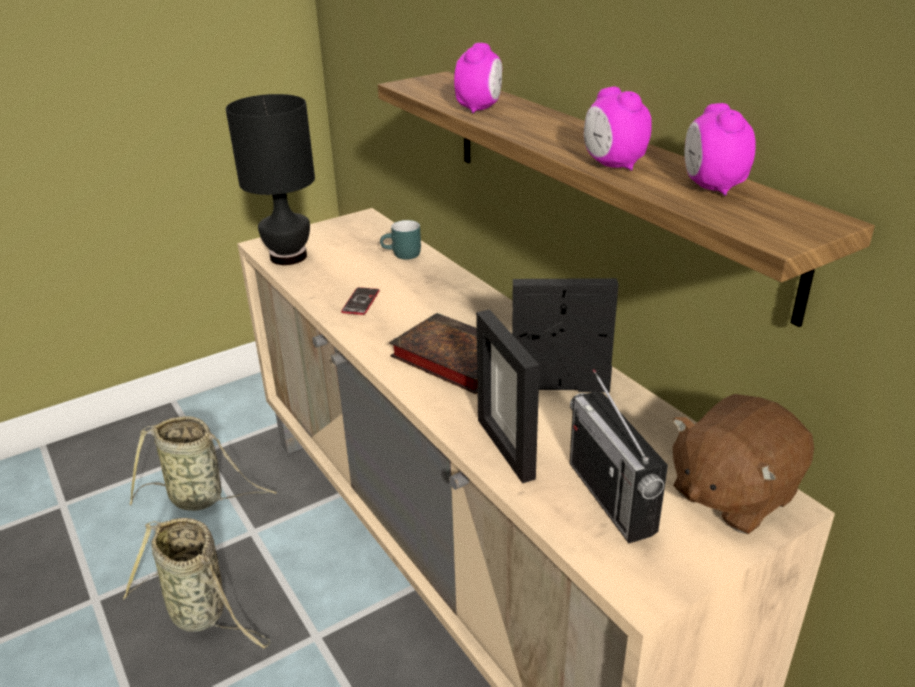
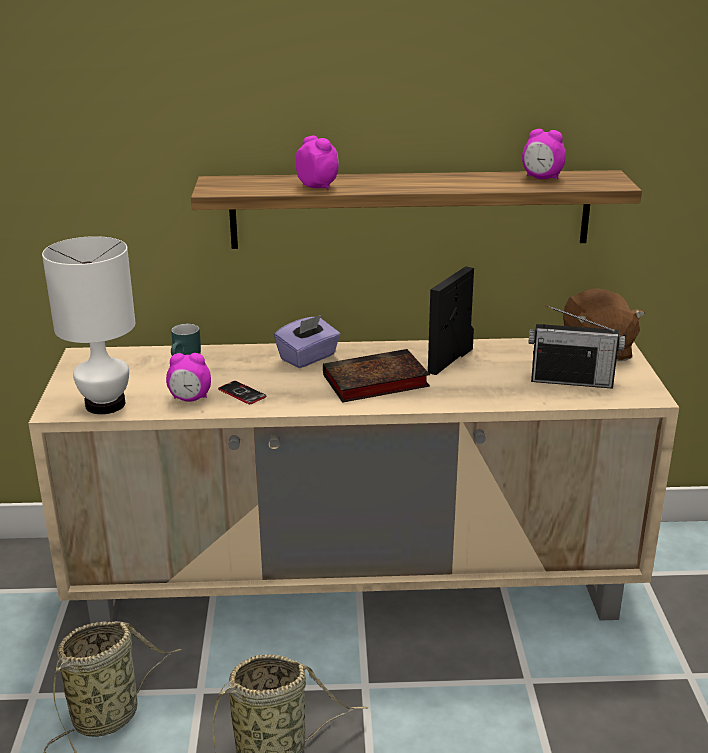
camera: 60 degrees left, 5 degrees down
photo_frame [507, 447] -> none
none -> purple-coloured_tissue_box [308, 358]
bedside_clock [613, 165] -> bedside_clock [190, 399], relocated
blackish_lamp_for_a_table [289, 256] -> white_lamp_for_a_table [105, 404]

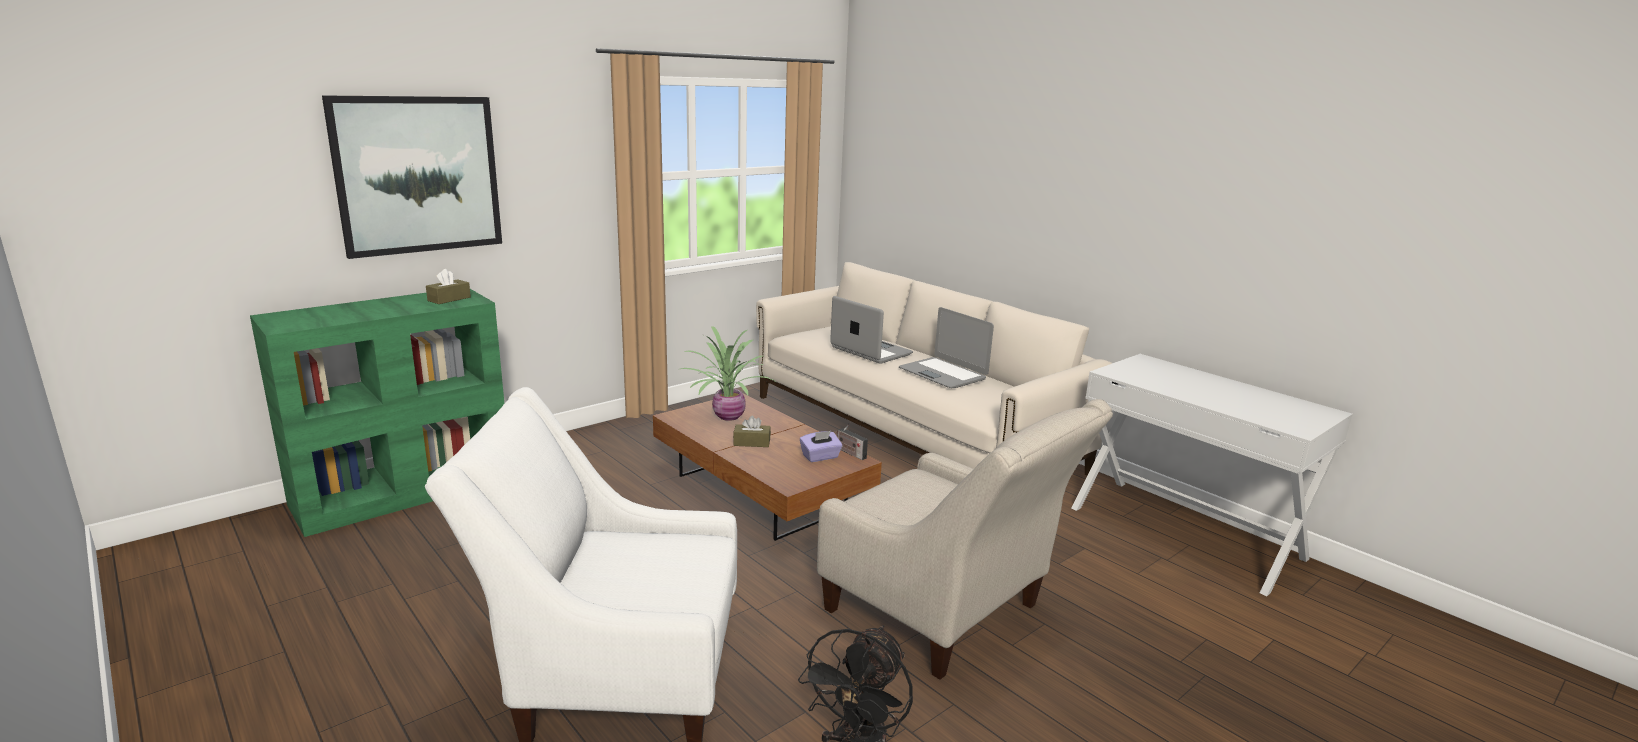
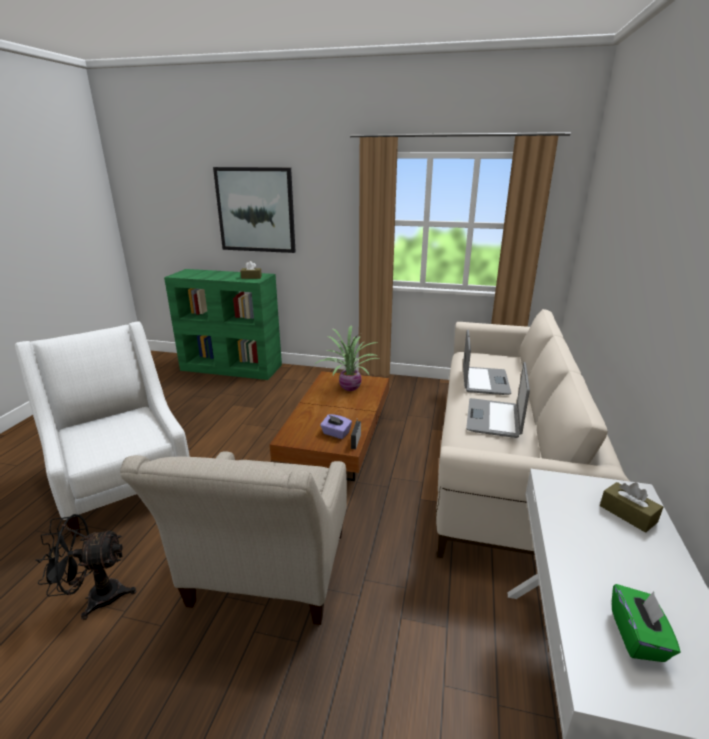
camera: 55 degrees right, 5 degrees up
none -> green-coloured_tissue_box [637, 636]
brownish_tissue_box [752, 442] -> brownish_tissue_box [628, 514], relocated

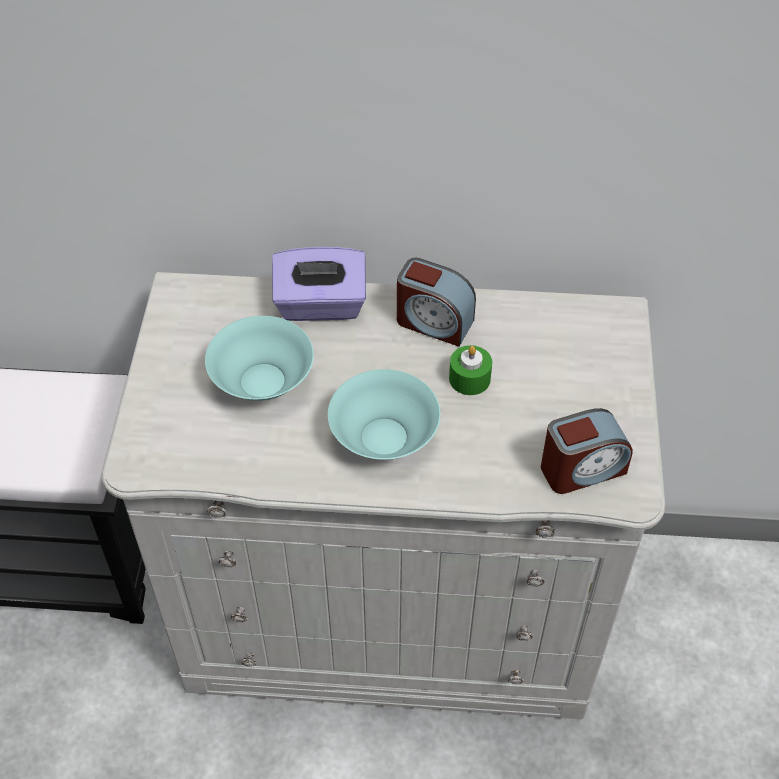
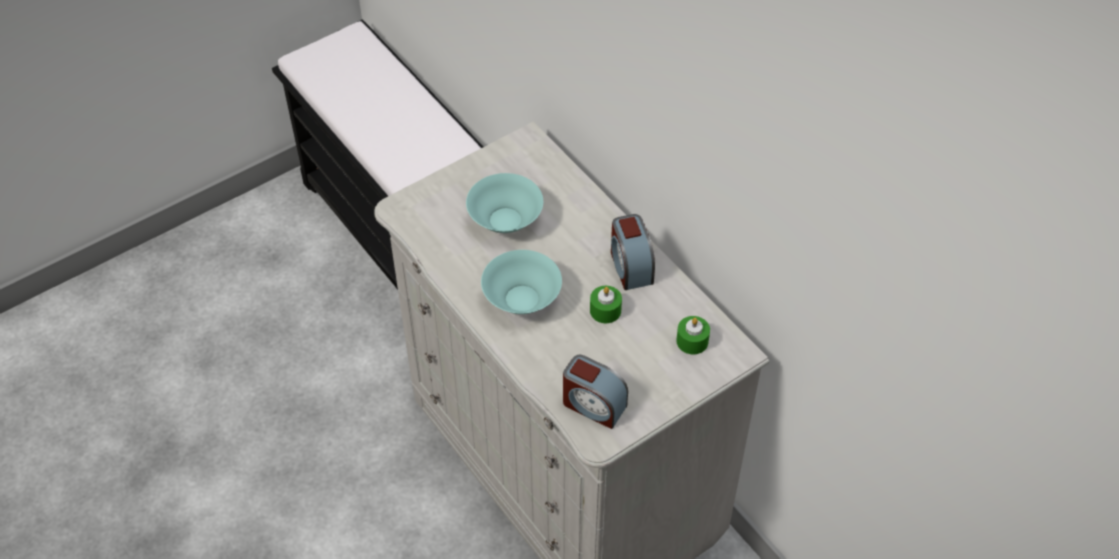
camera: 50 degrees right, 0 degrees up
purple-coloured_tissue_box [320, 305] -> none
none -> green-coloured_wax_light [692, 341]

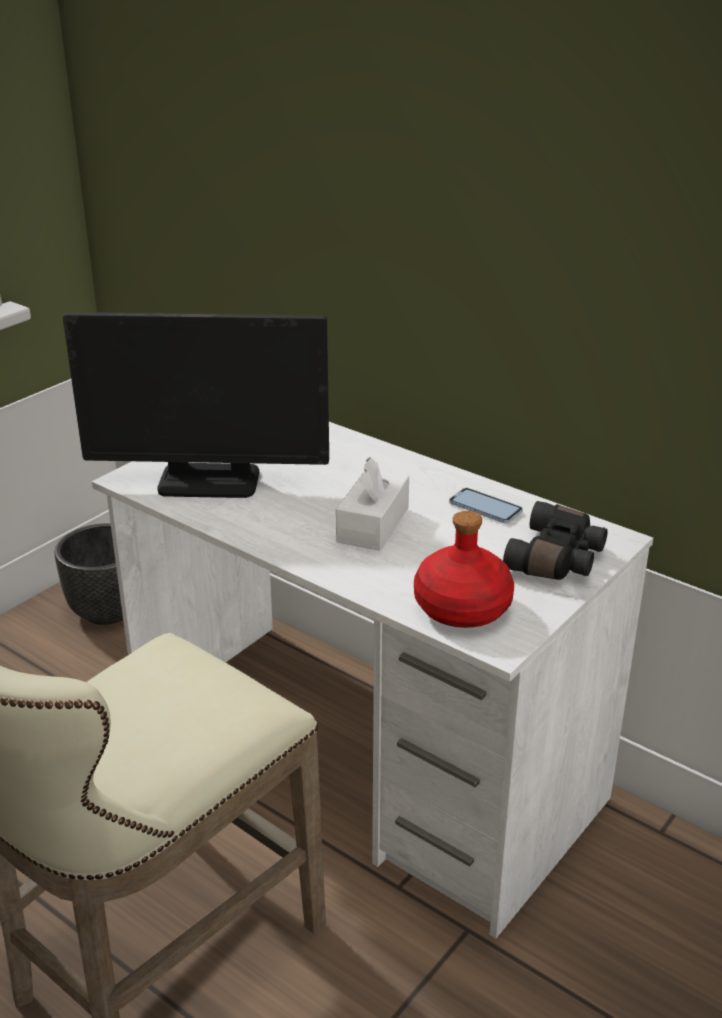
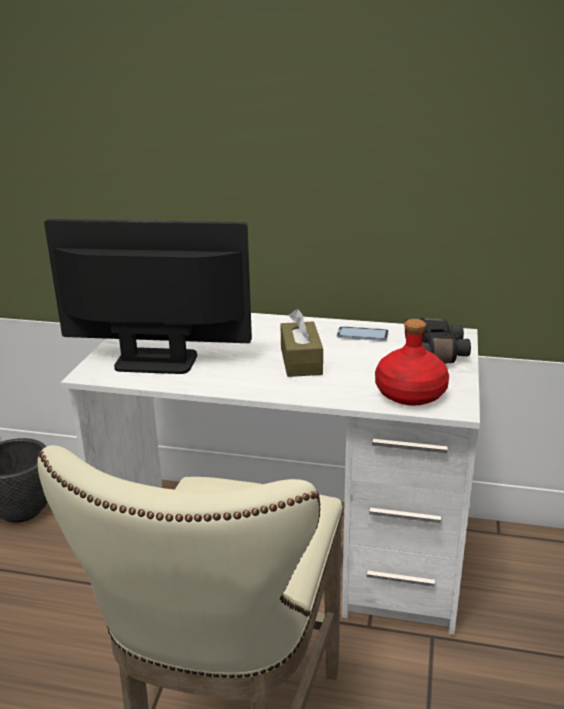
camera: 25 degrees left, 5 degrees down
white_tissue_box [373, 524] -> brownish_tissue_box [301, 361]
computer_display [209, 481] -> computer_display [156, 361], 150 degrees counterclockwise

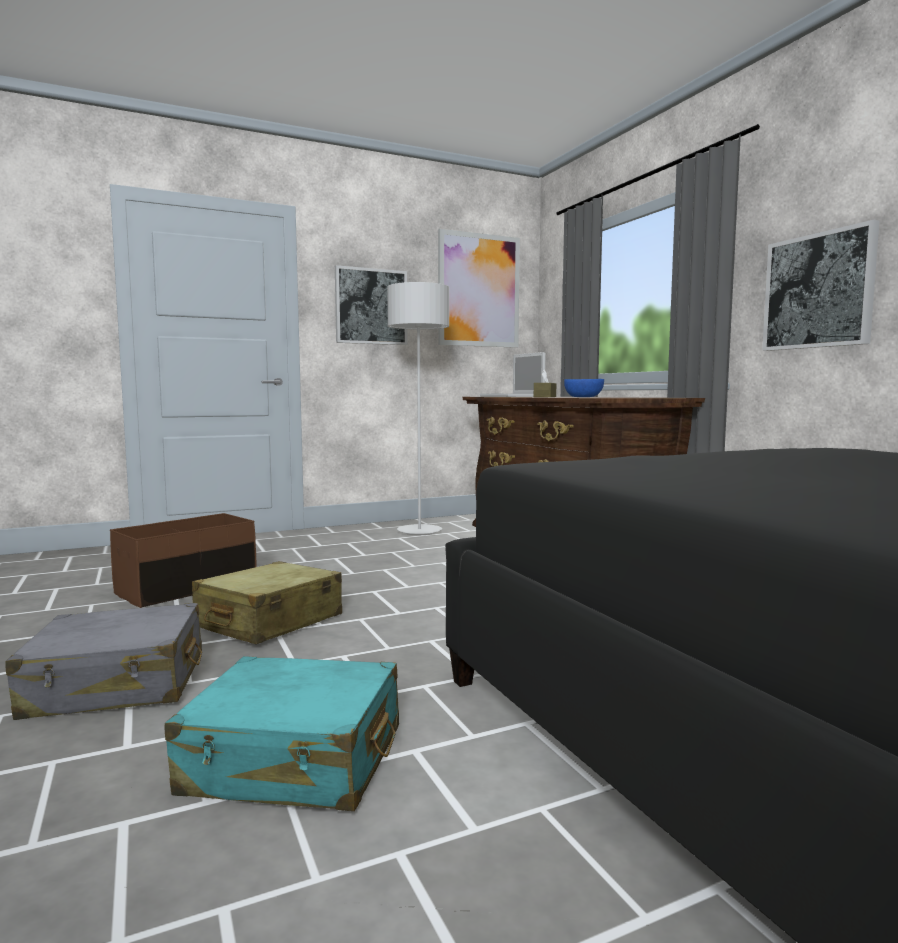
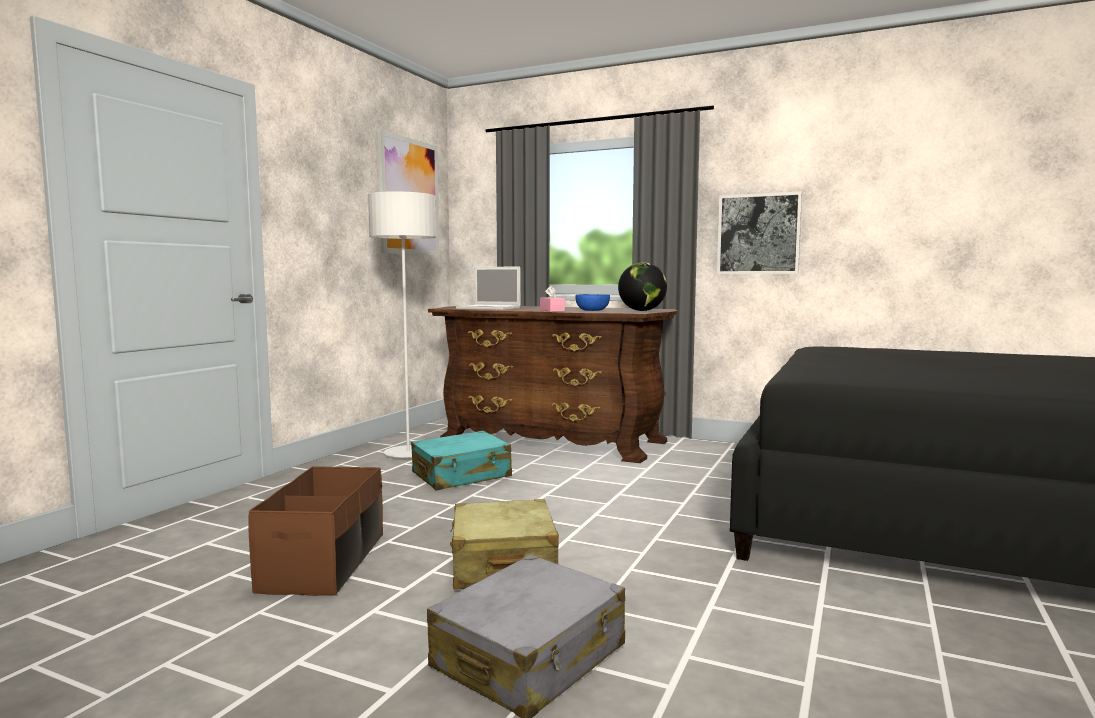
camera: 40 degrees left, 0 degrees up
wall_picture [371, 306] -> none
none -> world_globe [642, 310]
turquoise_suitcase [294, 761] -> turquoise_suitcase [462, 475], relocated
brownish_tissue_box [545, 397] -> pinkish_tissue_box [552, 310]

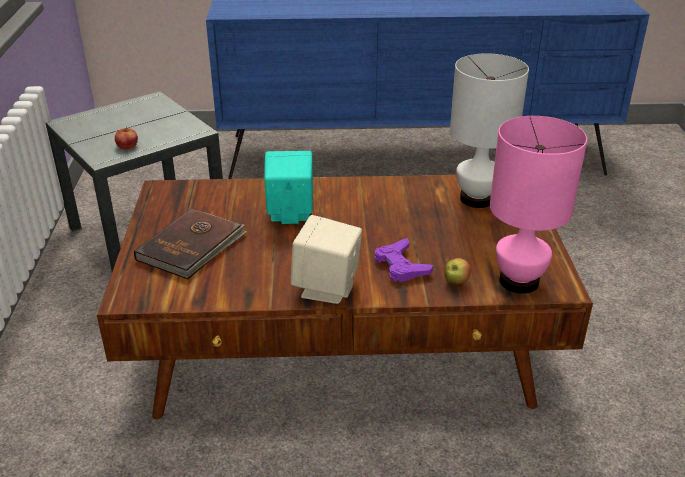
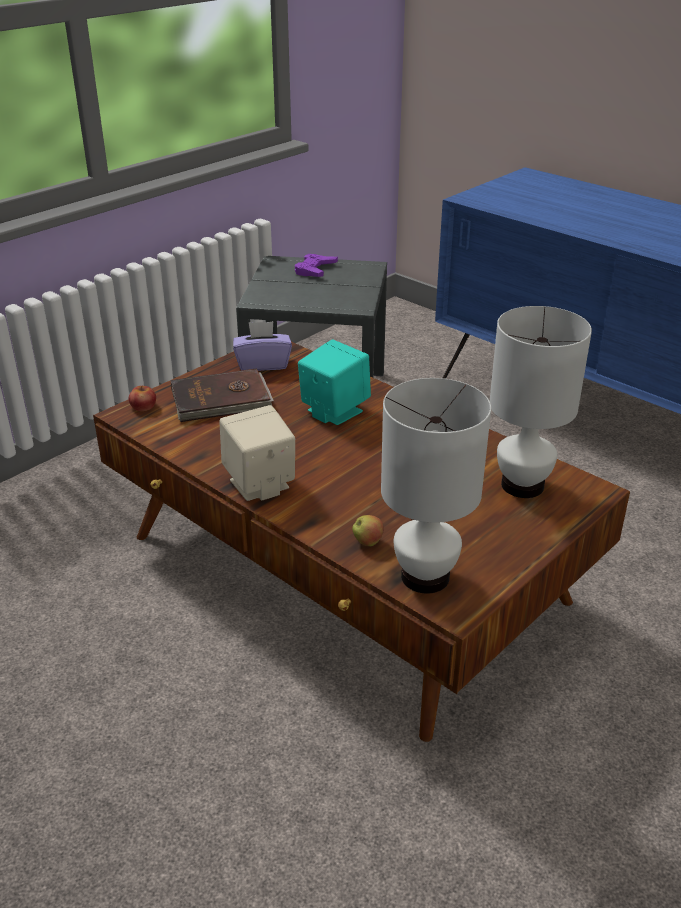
camera: 45 degrees right, 0 degrees up
none -> purple-coloured_tissue_box [263, 364]
apple_fruit [127, 146] -> apple_fruit [143, 406], relocated
purple-coloured_game_controller [401, 266] -> purple-coloured_game_controller [315, 270], relocated
pinkish_lamp_for_a_table [519, 282] -> white_lamp_for_a_table [424, 577]

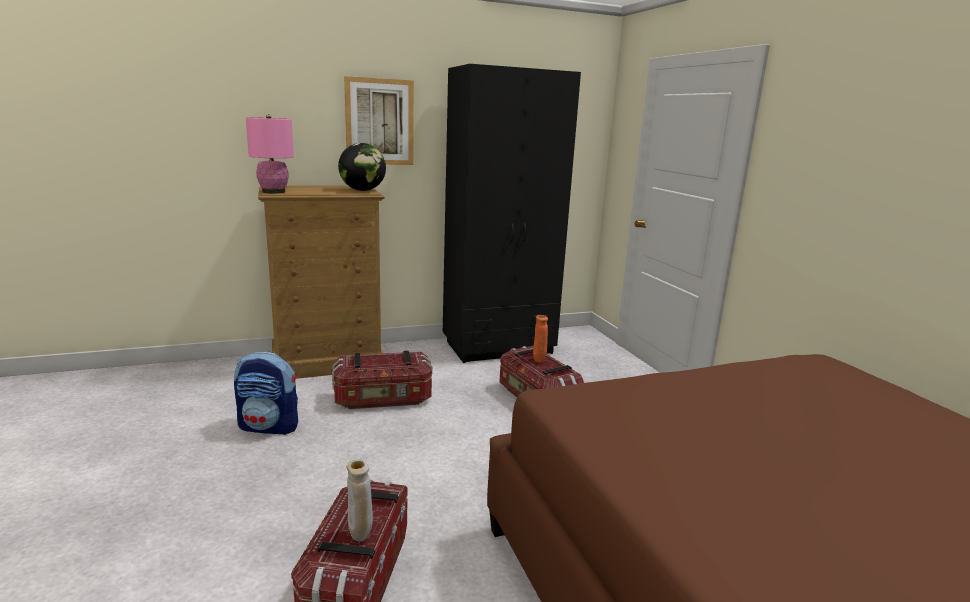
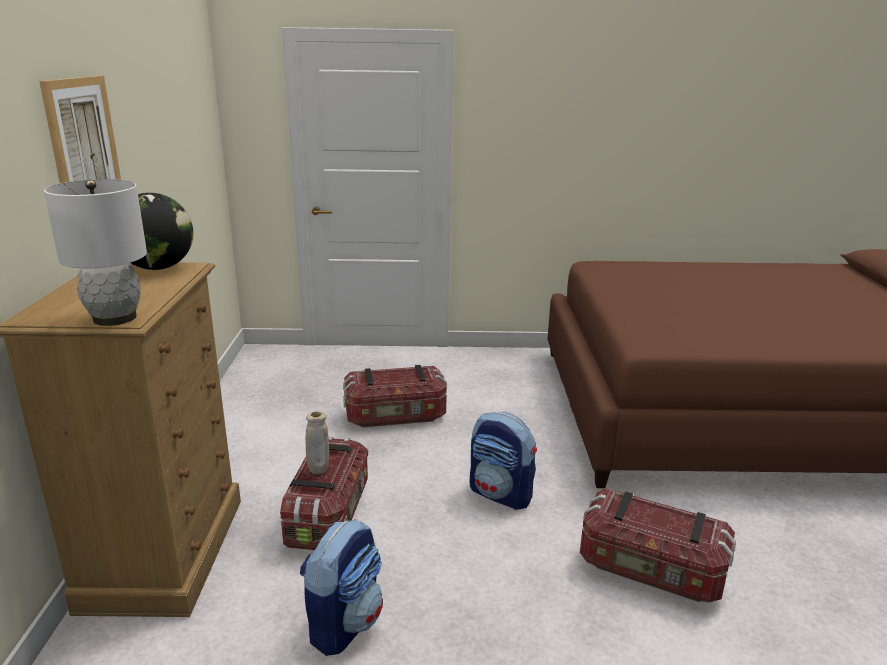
camera: 70 degrees left, 5 degrees up
blackish_clothes_cupboard [499, 347] -> none
orange_flower_vase [539, 361] -> none
none -> knapsack [501, 494]
sand-coloured_flower_vase [360, 536] -> sand-coloured_flower_vase [319, 471], relocated
pinkish_lamp_for_a_table [274, 192] -> white_lamp_for_a_table [115, 318]

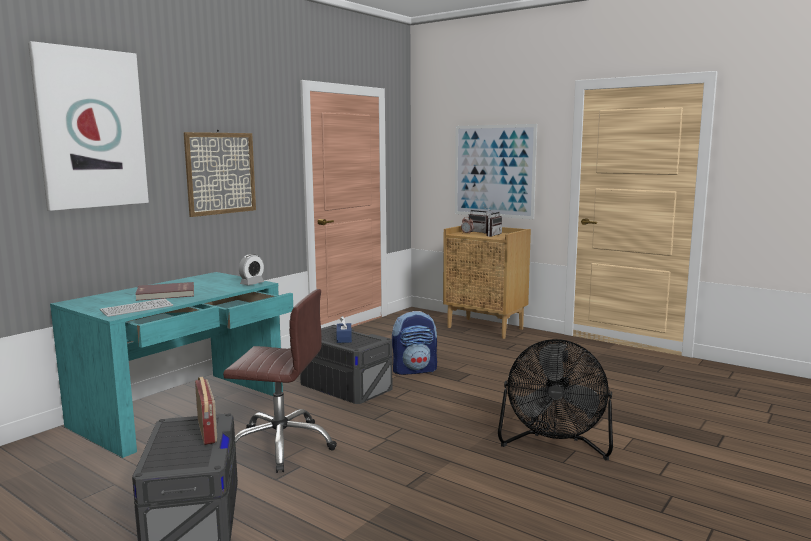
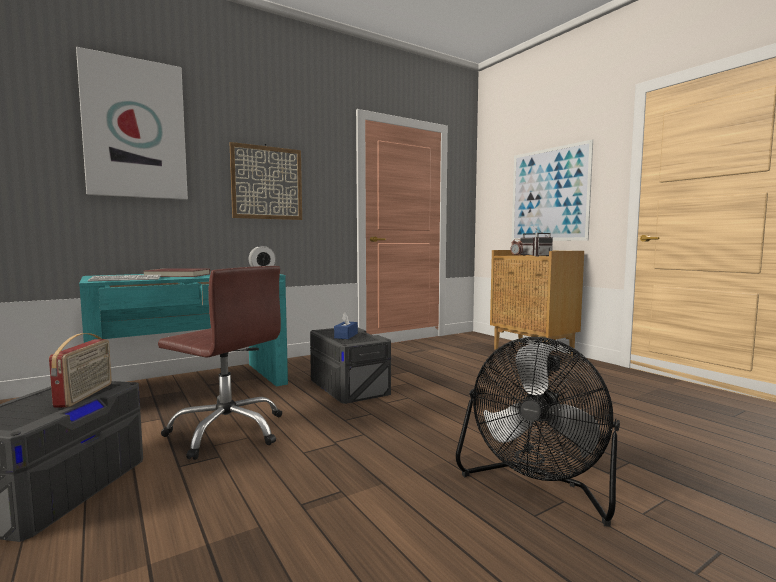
camera: 20 degrees right, 5 degrees down
knapsack [414, 370] -> none

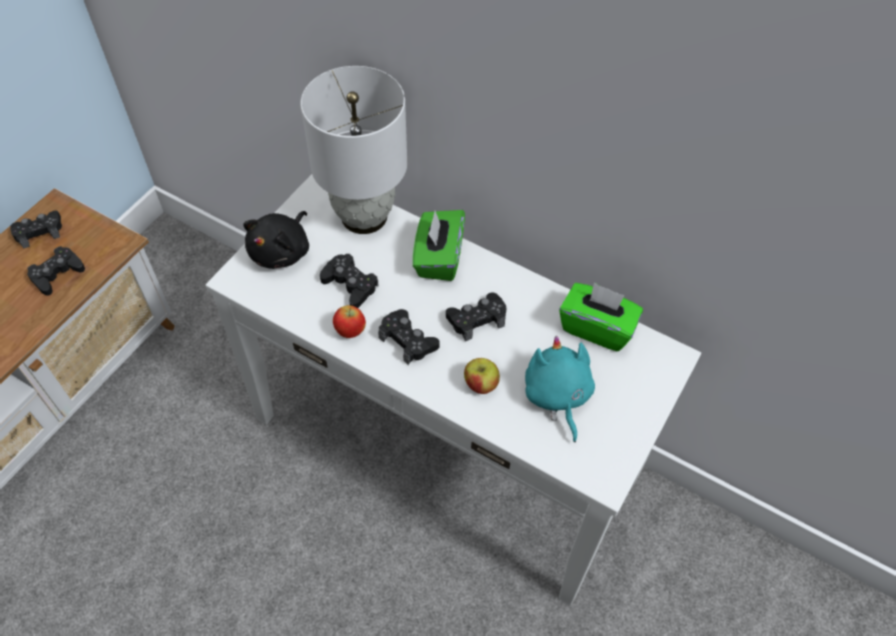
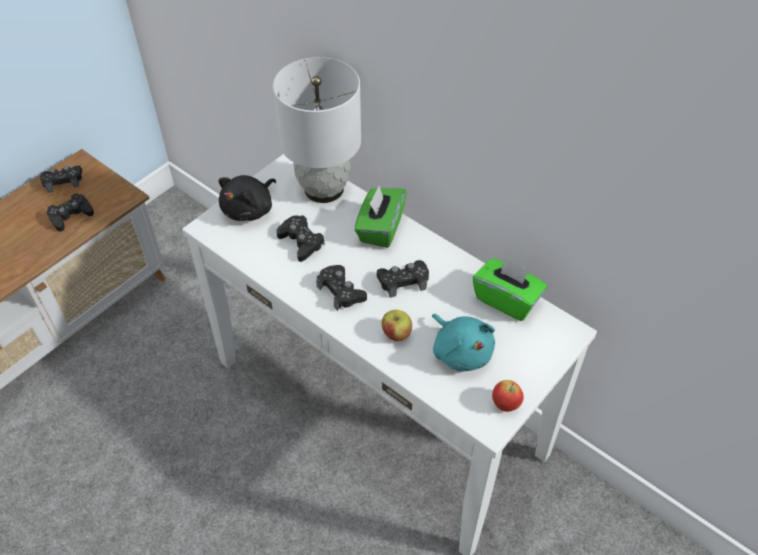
camera: 10 degrees right, 5 degrees down
apple_fruit [350, 331] -> apple_fruit [505, 404], relocated
turquoise_cuddly_toy [557, 396] -> turquoise_cuddly_toy [461, 351], 150 degrees clockwise

